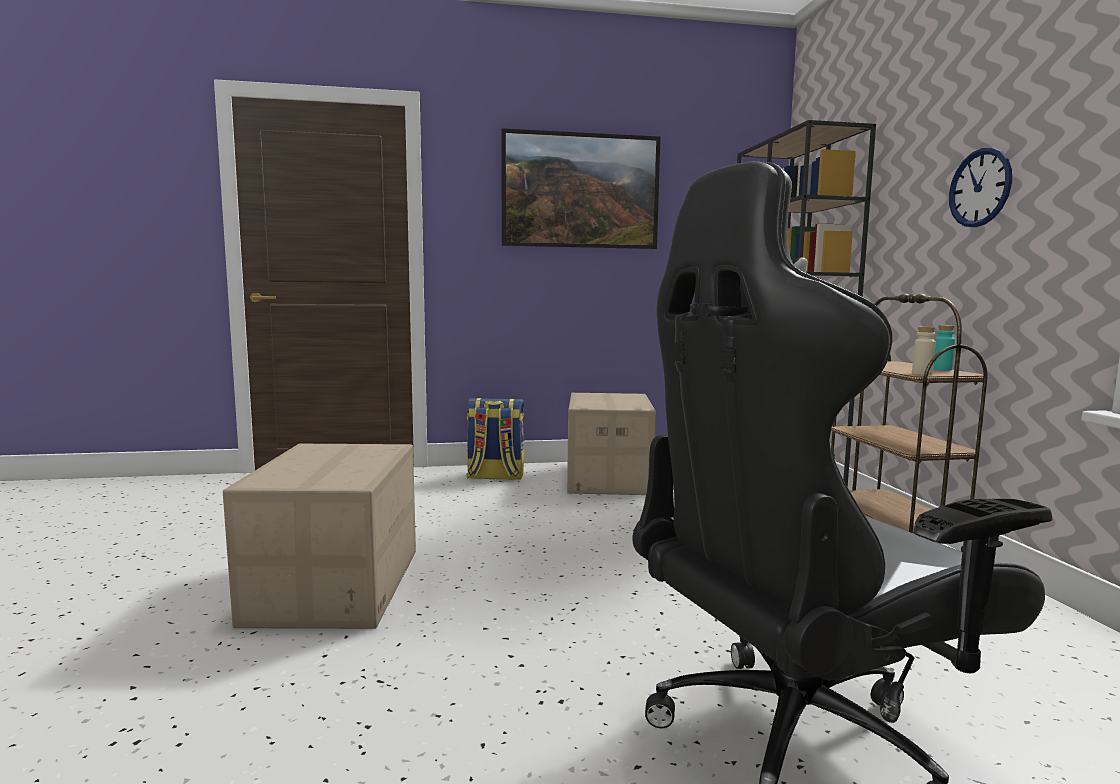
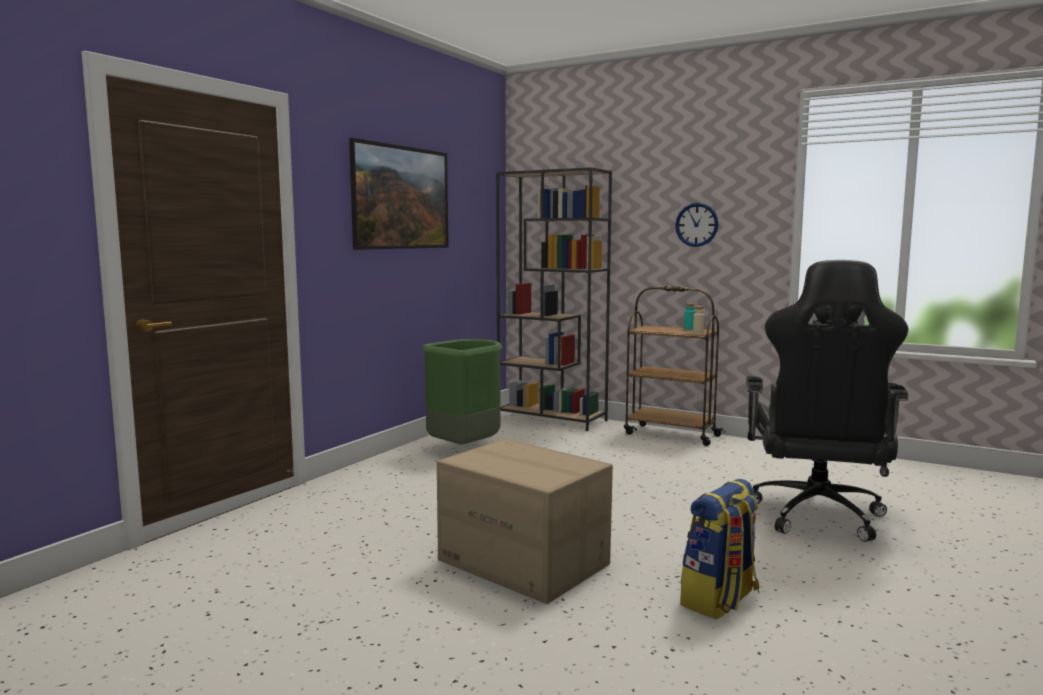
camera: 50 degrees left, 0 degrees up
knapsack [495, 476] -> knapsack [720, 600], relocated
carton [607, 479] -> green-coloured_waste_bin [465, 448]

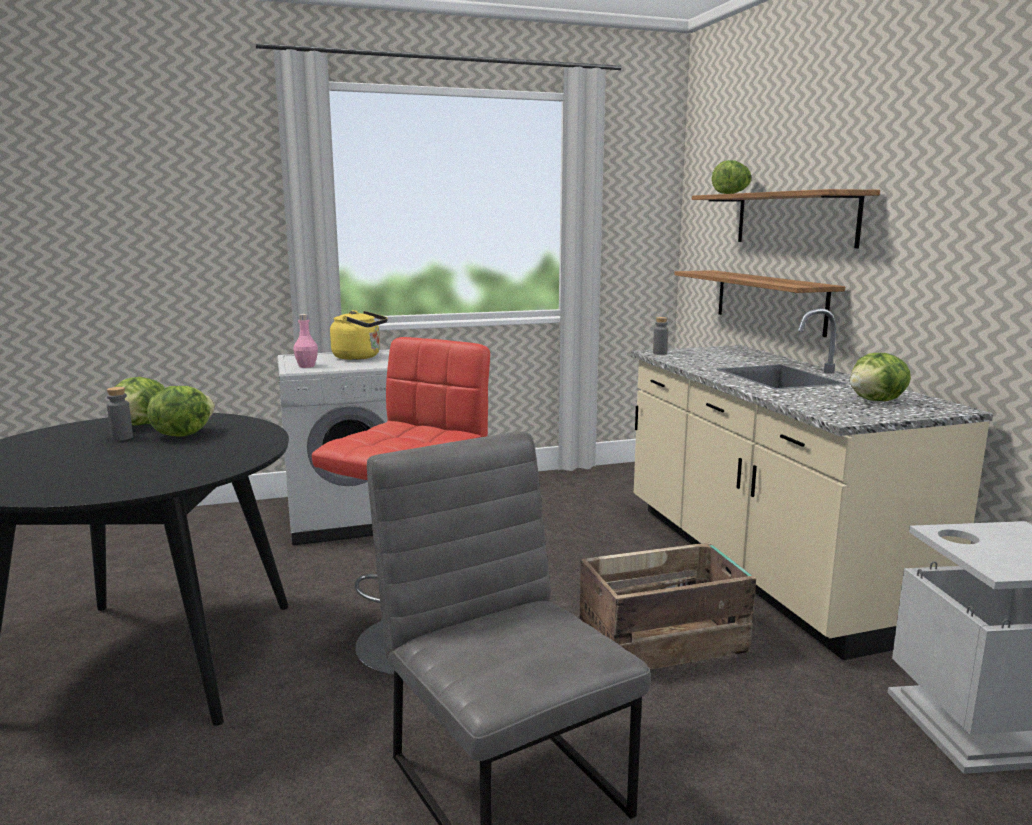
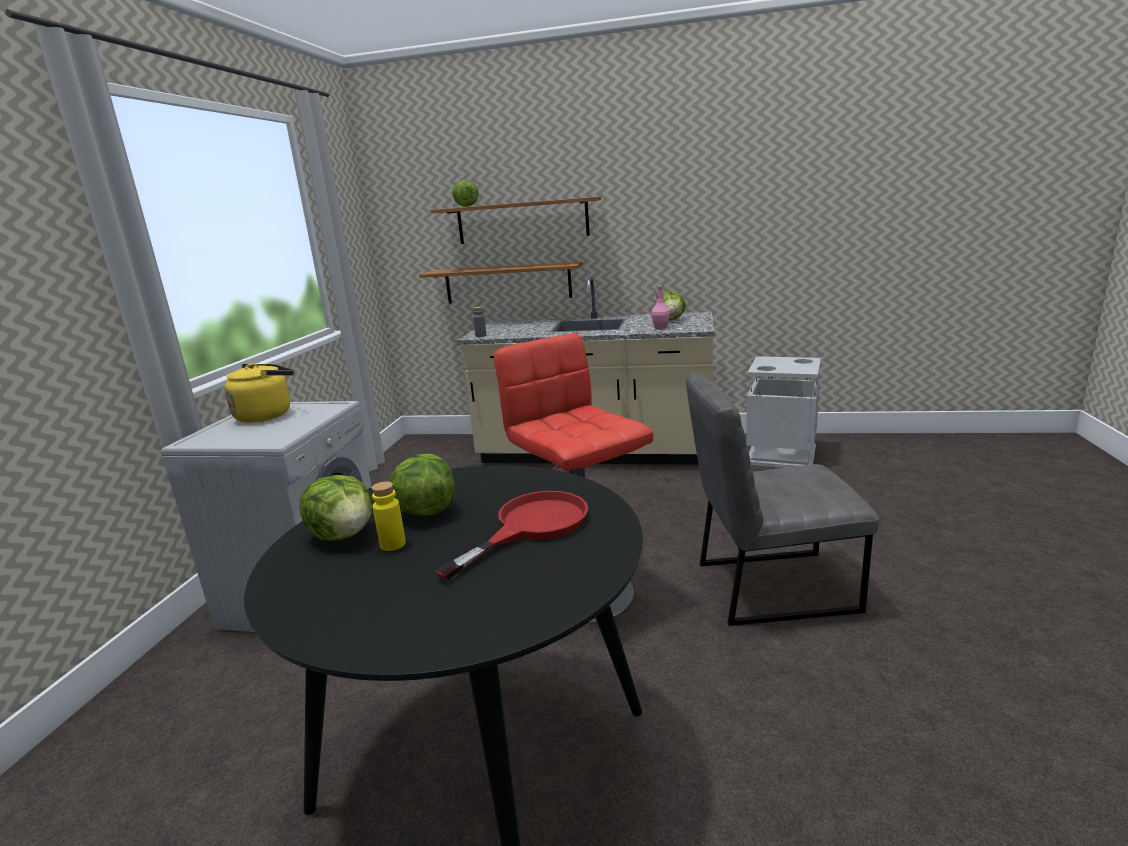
camera: 60 degrees left, 5 degrees up
shipping_crate [665, 641] -> none
none -> reddish_frying_pan [531, 527]
pinkish_bottle [306, 366] -> pinkish_bottle [660, 327], relocated
greyish_bottle [122, 438] -> yellow-coloured_bottle [393, 544]

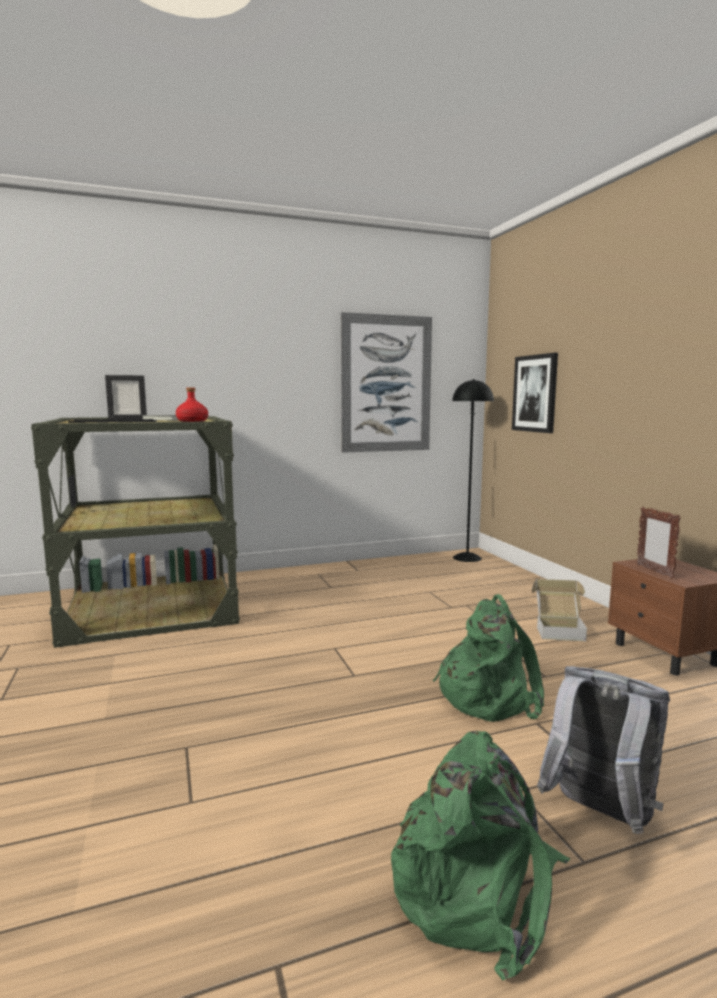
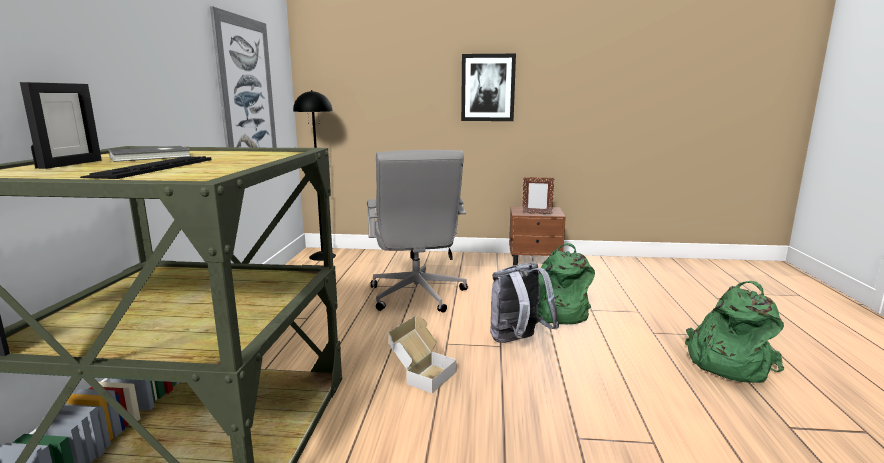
camera: 65 degrees left, 5 degrees up
reddish_bottle [192, 421] -> none
none -> greyish_office_chair [416, 294]
wall_picture [535, 393] -> wall_picture [488, 88], relocated
carton [558, 630] -> carton [422, 374], relocated
greyish_knapsack [598, 815] -> greyish_knapsack [518, 341], relocated

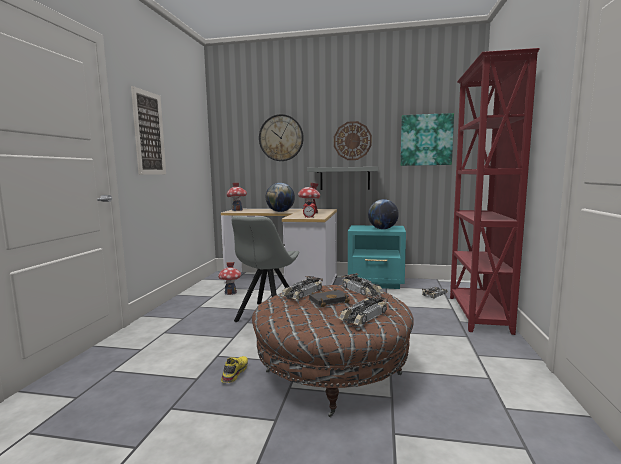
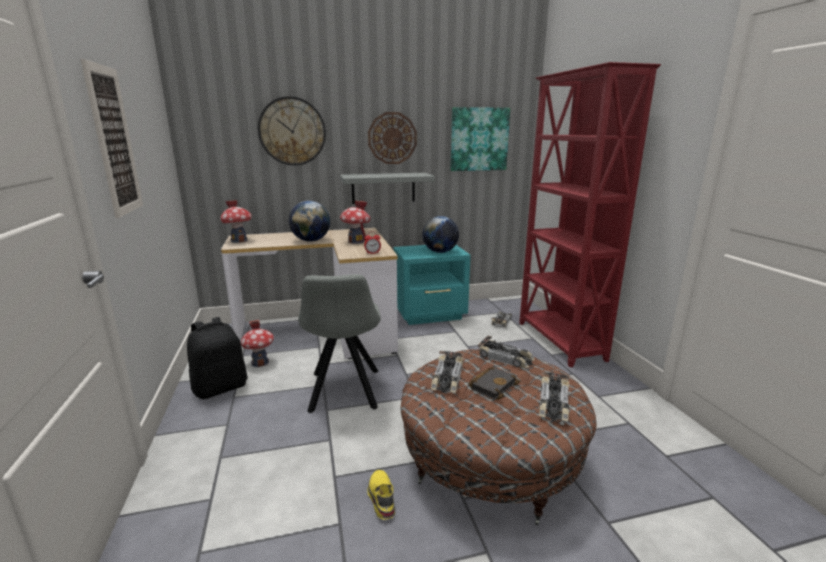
camera: 25 degrees left, 10 degrees up
none -> blackish_knapsack [221, 388]

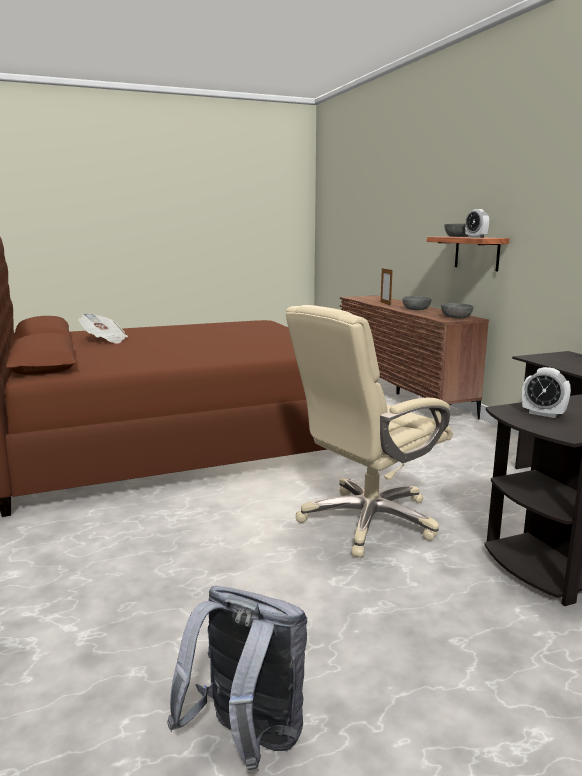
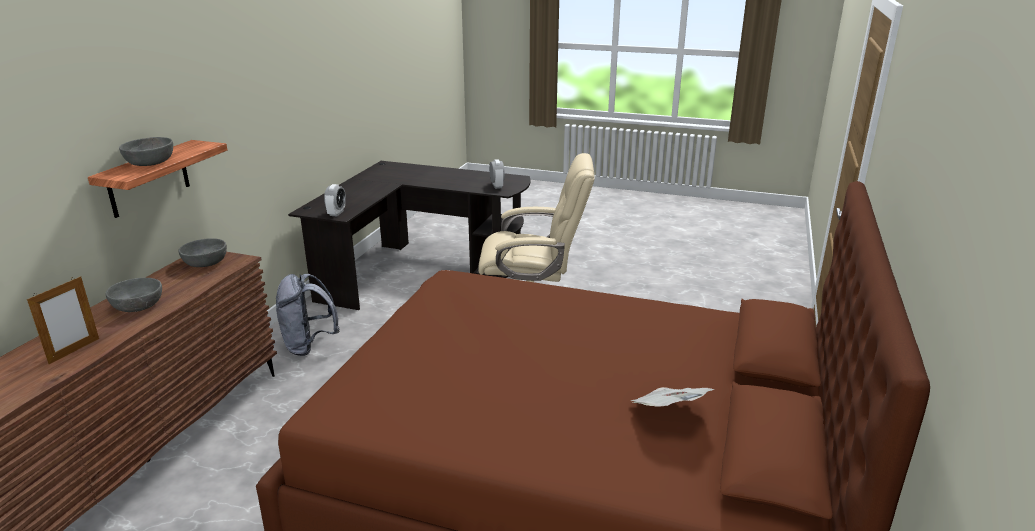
camera: 140 degrees left, 10 degrees up
greyish_knapsack [247, 740] -> greyish_knapsack [309, 346], relocated
bedside_clock [475, 237] -> bedside_clock [336, 213], relocated

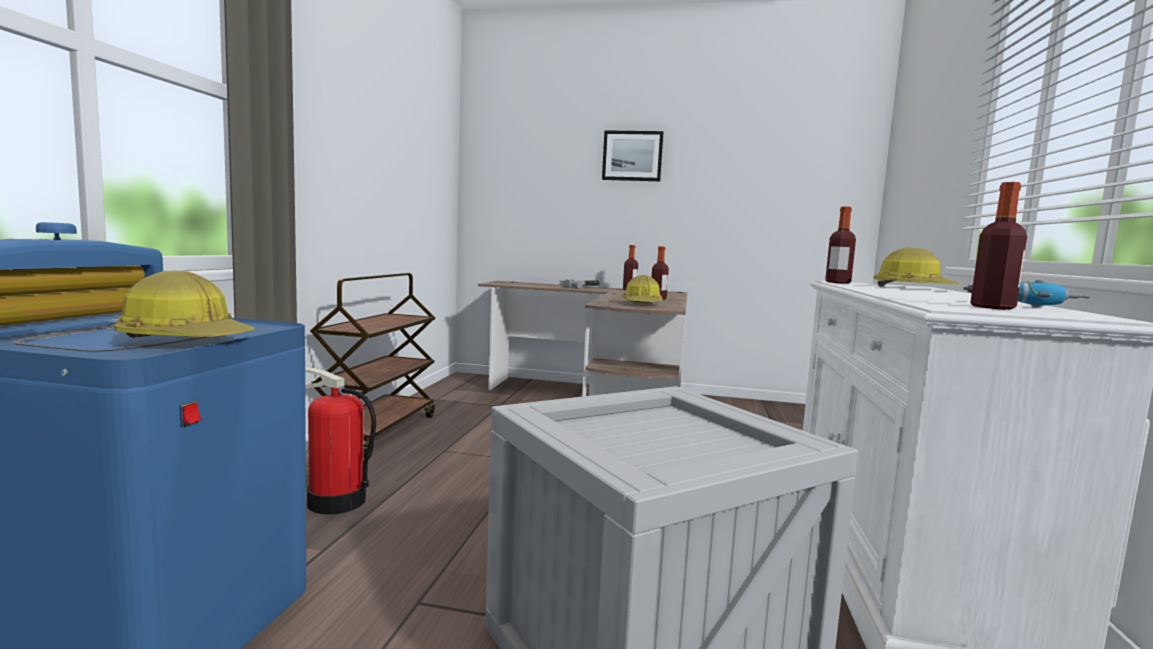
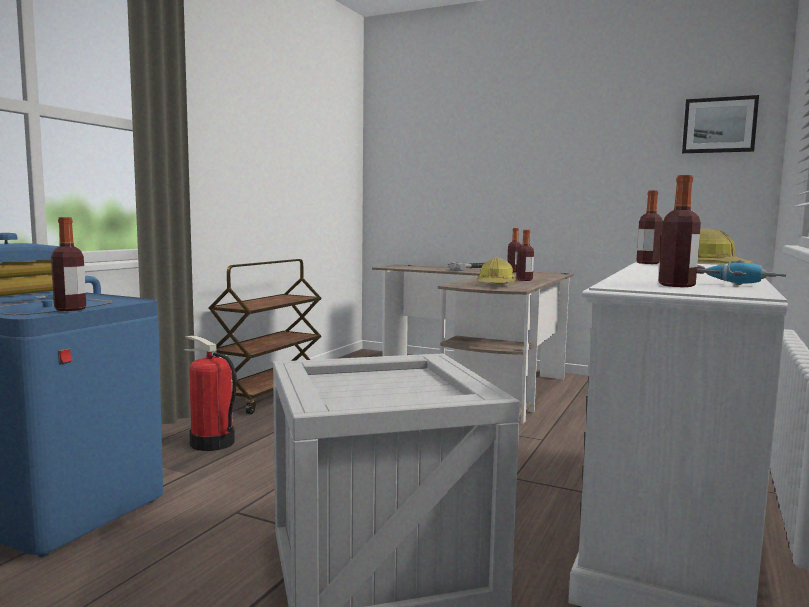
camera: 15 degrees right, 0 degrees up
wall_picture [632, 156] -> wall_picture [719, 125], relocated
work_helmet [186, 340] -> bottle [70, 309]

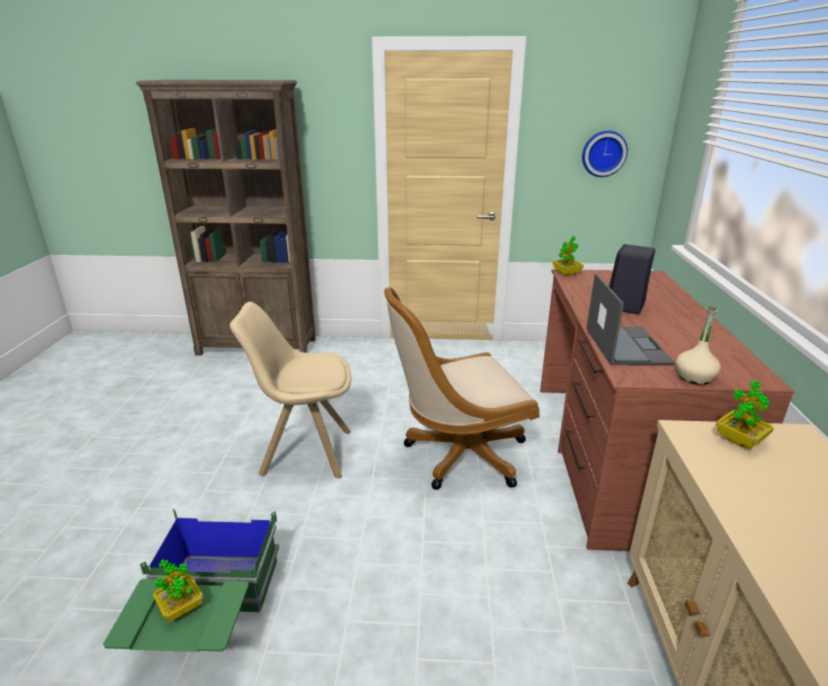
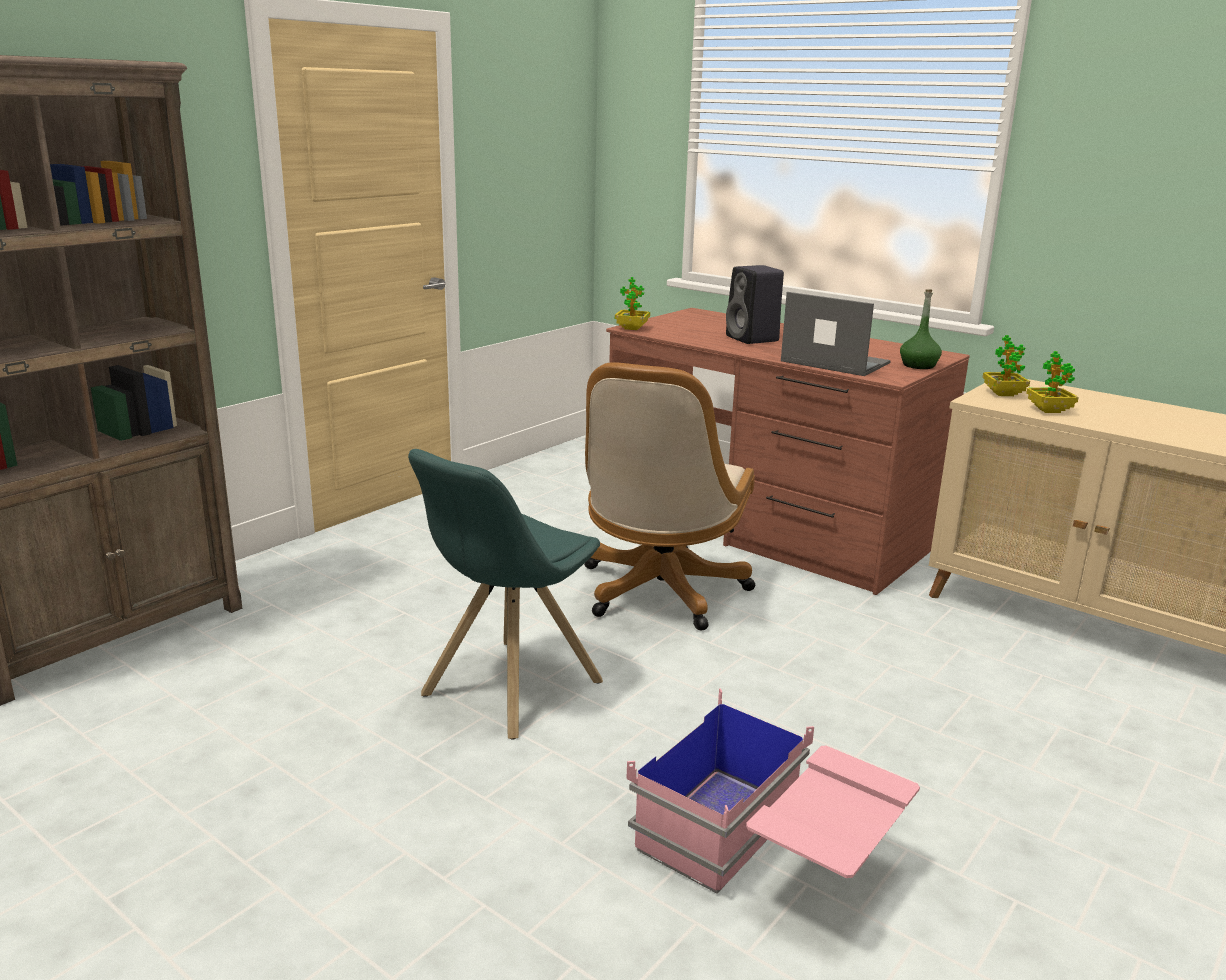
camera: 55 degrees left, 5 degrees down
clock_on_the_wall [603, 153] -> none
plant_in_a_pot [181, 607] -> plant_in_a_pot [1049, 410], relocated
green-coloured_storage_bin [208, 618] -> pinkish_storage_bin [767, 857]
sand-coloured_upright_chair [306, 452] -> turquoise_upright_chair [510, 687]
sand-coloured_bottle [694, 377] -> green-coloured_bottle [918, 365]

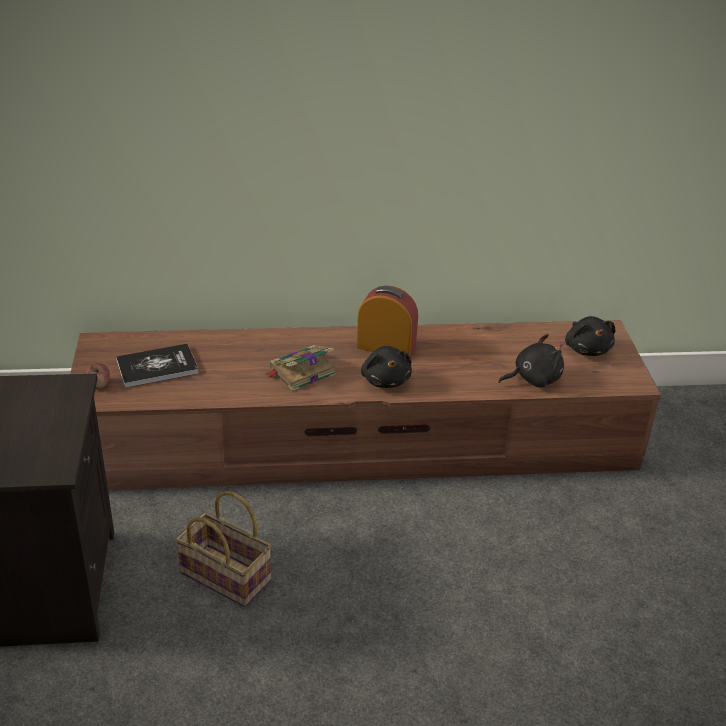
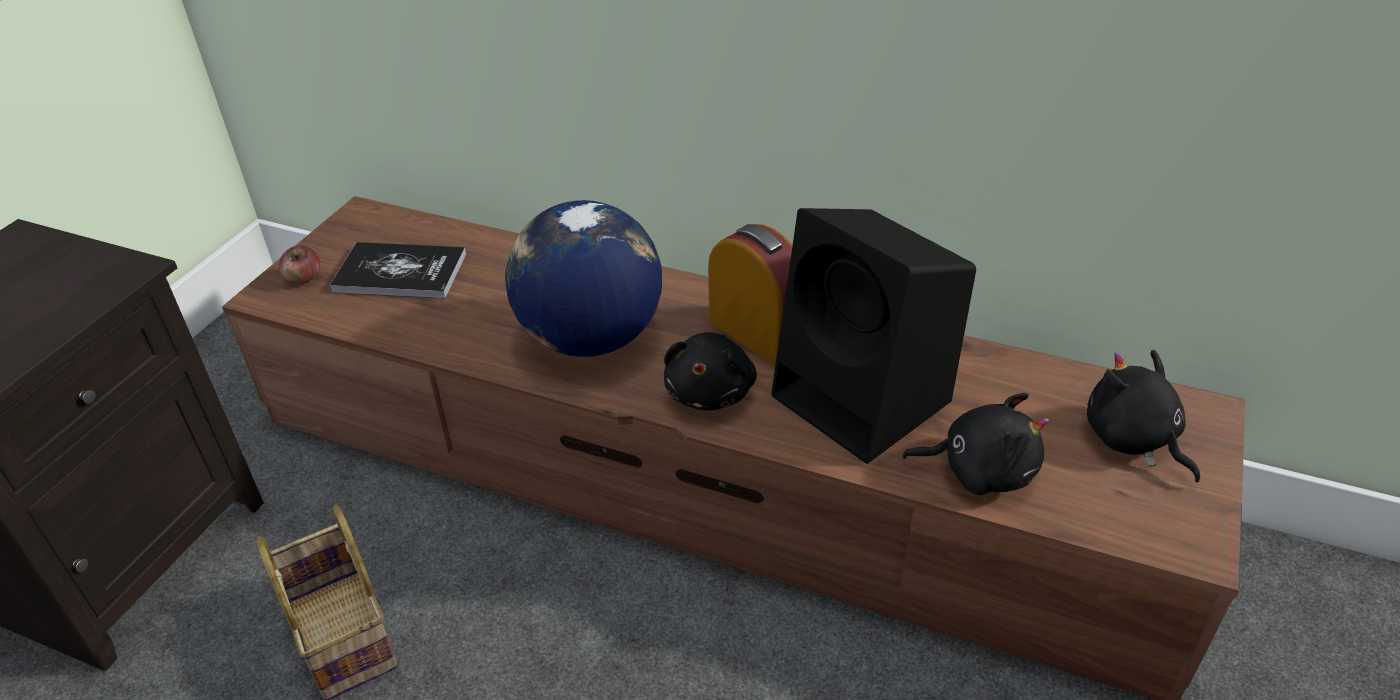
camera: 30 degrees right, 5 degrees up
none -> blackish_loudspeaker [865, 400]
bound_book [301, 372] -> world_globe [590, 338]
blackish_cuddly_toy [587, 349] -> blackish_cuddly_toy [1132, 440], 135 degrees clockwise

